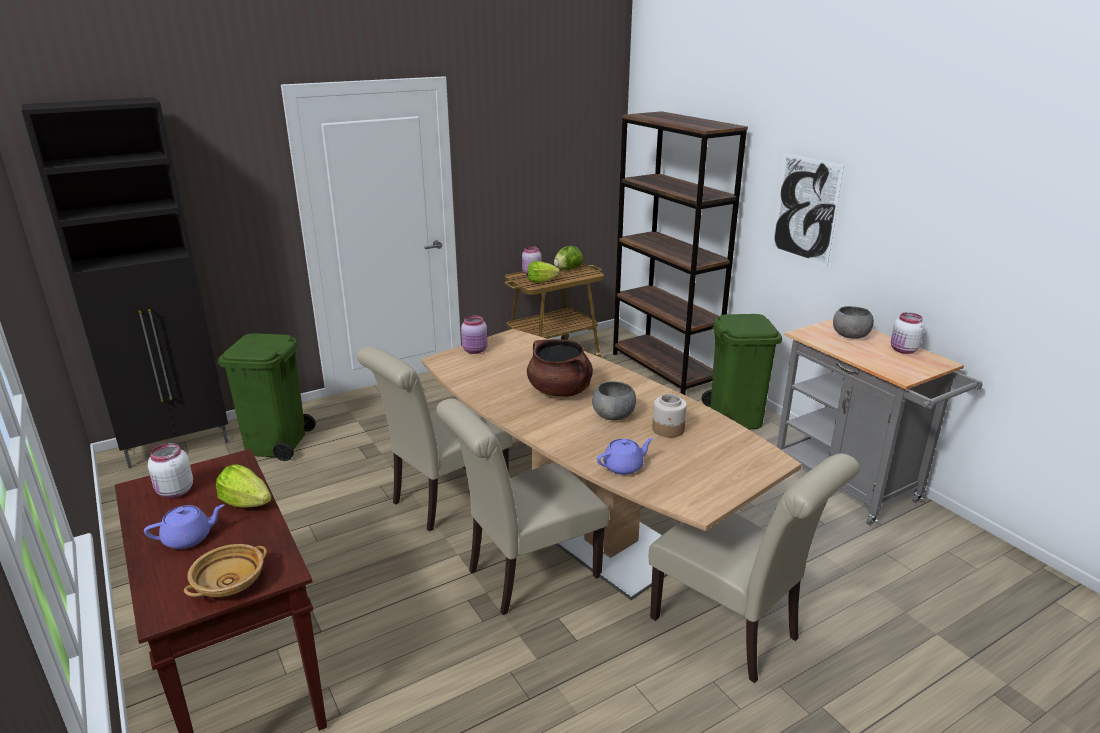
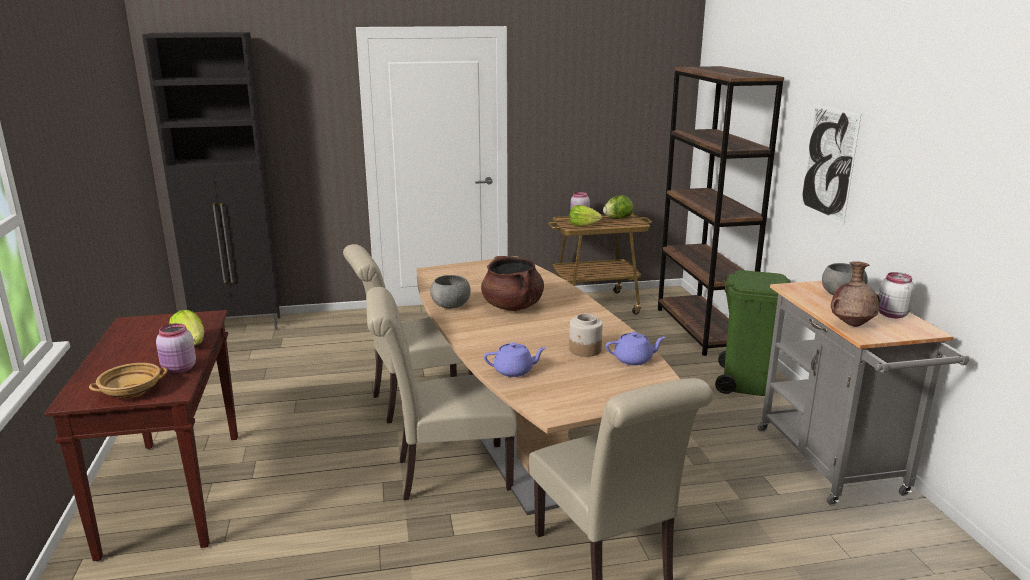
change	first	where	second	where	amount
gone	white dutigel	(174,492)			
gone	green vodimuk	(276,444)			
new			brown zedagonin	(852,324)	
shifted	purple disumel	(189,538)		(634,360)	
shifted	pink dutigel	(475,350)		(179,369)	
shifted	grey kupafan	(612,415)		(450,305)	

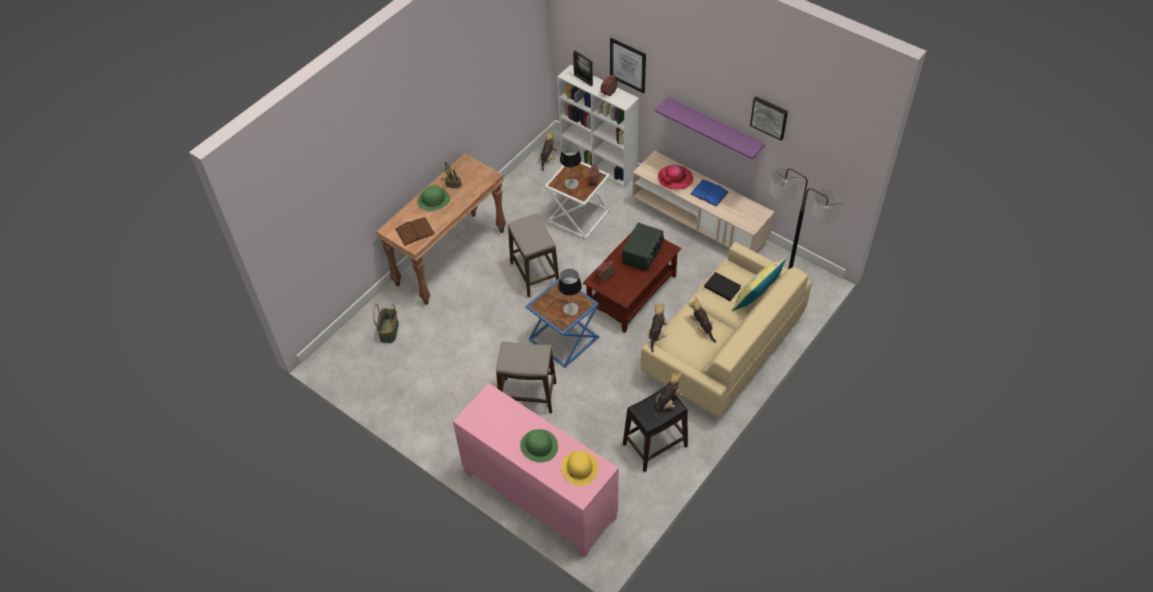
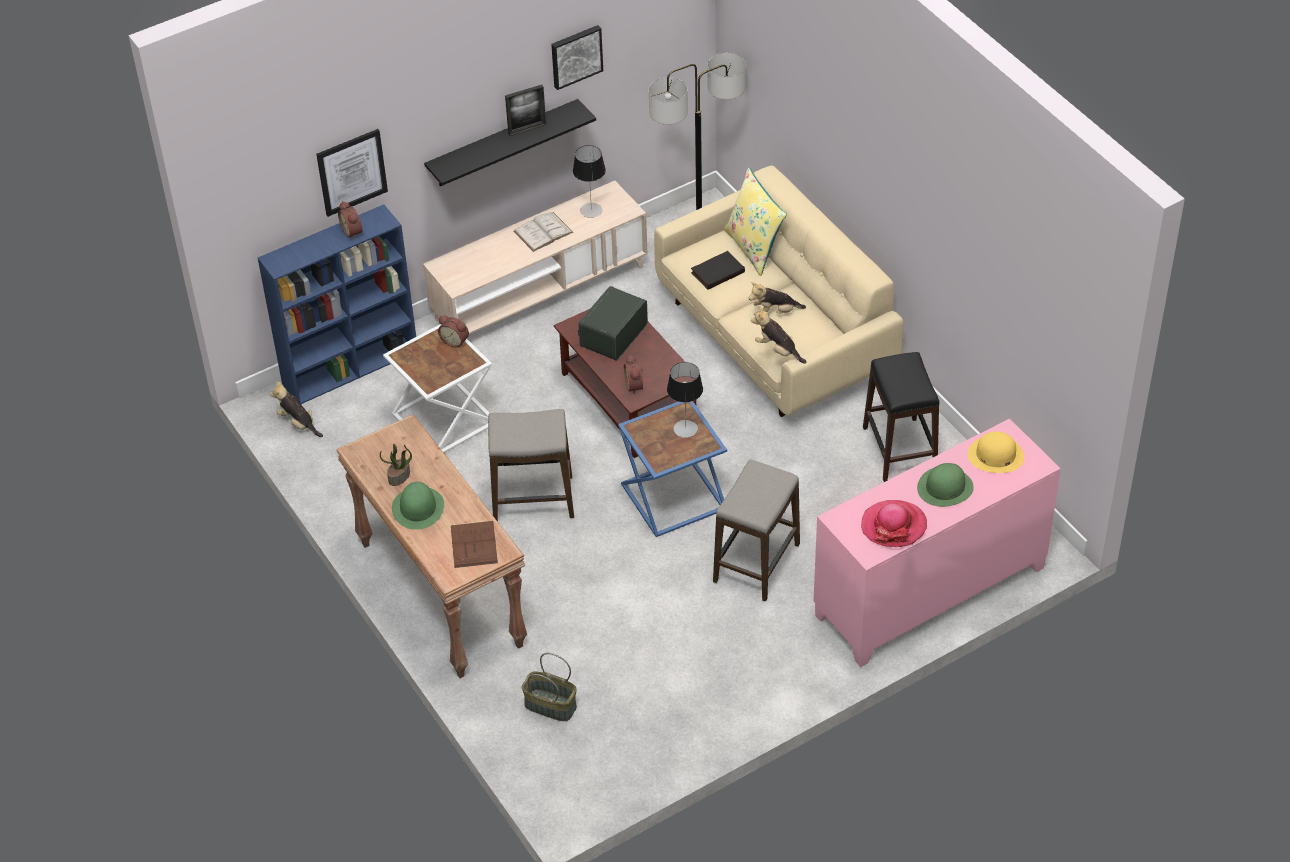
change	first	where	second	where	amount
gone	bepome	(667,402)			
shifted	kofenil	(571,183)		(591,210)	
shifted	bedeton	(583,80)		(527,129)	
shifted	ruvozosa	(675,178)		(893,526)	
repainted	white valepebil	(599,164)	blue valepebil	(351,367)	
repainted	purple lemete	(714,128)	black lemete	(503,144)	
repainted	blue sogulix	(709,193)	white sogulix	(543,232)	
rotated	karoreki	(643,254)		(612,335)	105 degrees counterclockwise

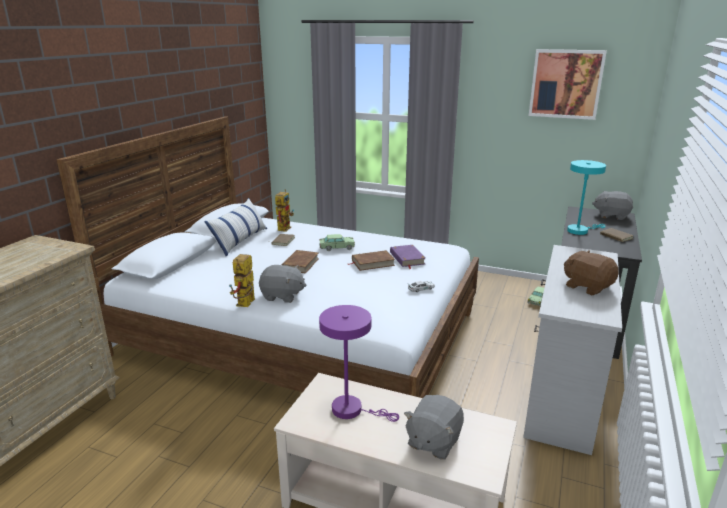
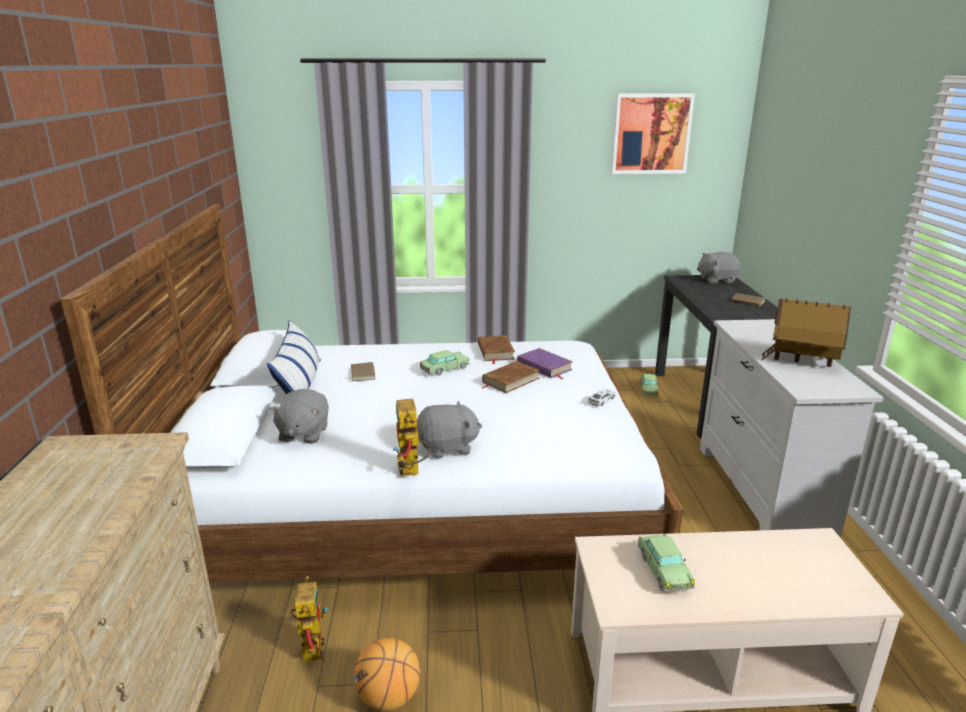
change	first	where	second	where	amount
gone	turquoise kofenil	(580,230)			
new			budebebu	(389,697)	
shifted	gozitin	(284,227)		(311,644)	
shifted	brown sogulix	(300,264)		(495,351)	
shifted	grey bepome	(433,441)		(303,434)	
swapped	purple kofenil	(352,410)	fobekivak	(664,571)	
swapped	brown bepome	(587,287)	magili	(802,360)	

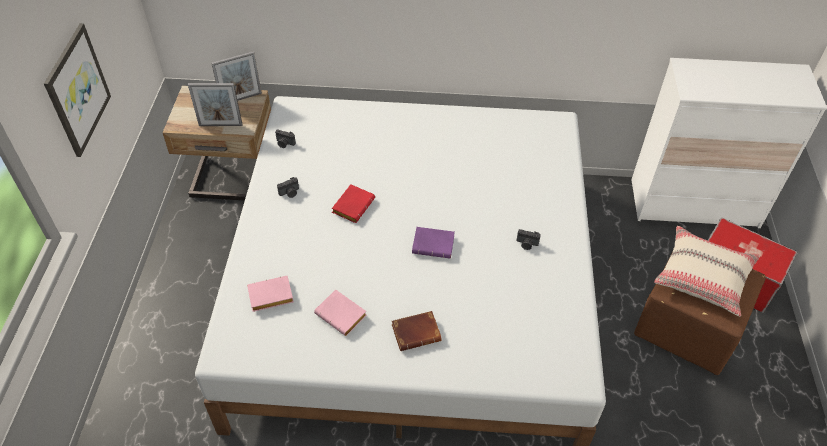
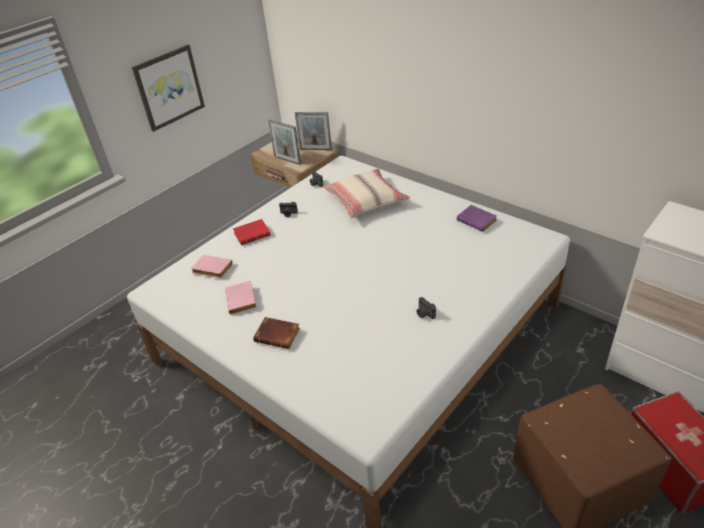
change	first	where	second	where	amount
shifted	red sogulix	(353,205)		(253,234)	
shifted	purple sogulix	(434,244)		(478,221)	
shifted	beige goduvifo	(703,277)		(366,201)	

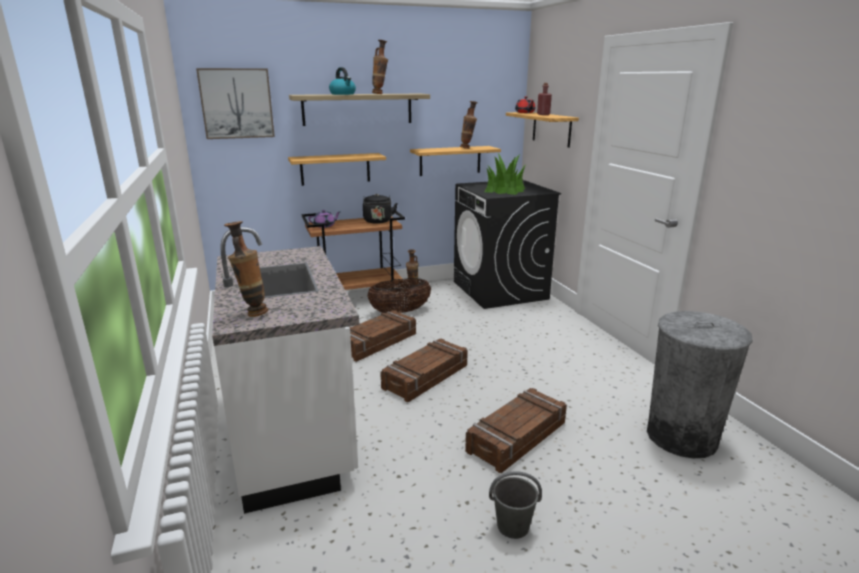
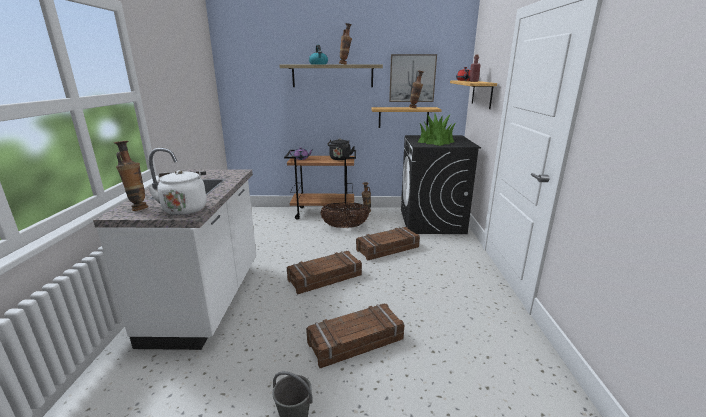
change	first	where	second	where	amount
gone	lemete	(335,169)			
gone	grey vodimuk	(681,436)			
new			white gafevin	(185,208)	
shifted	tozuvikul	(237,103)		(412,78)	
shifted	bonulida	(377,342)		(388,249)	

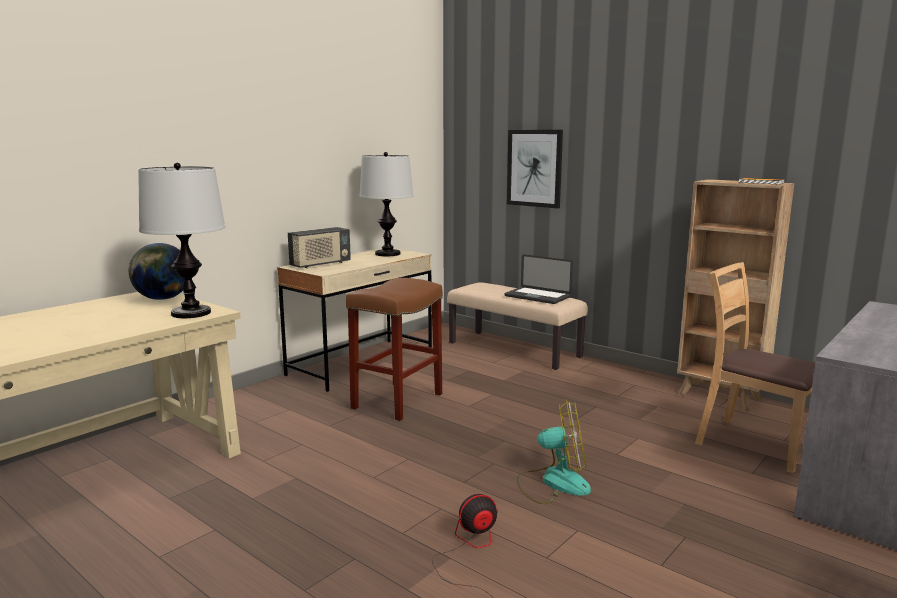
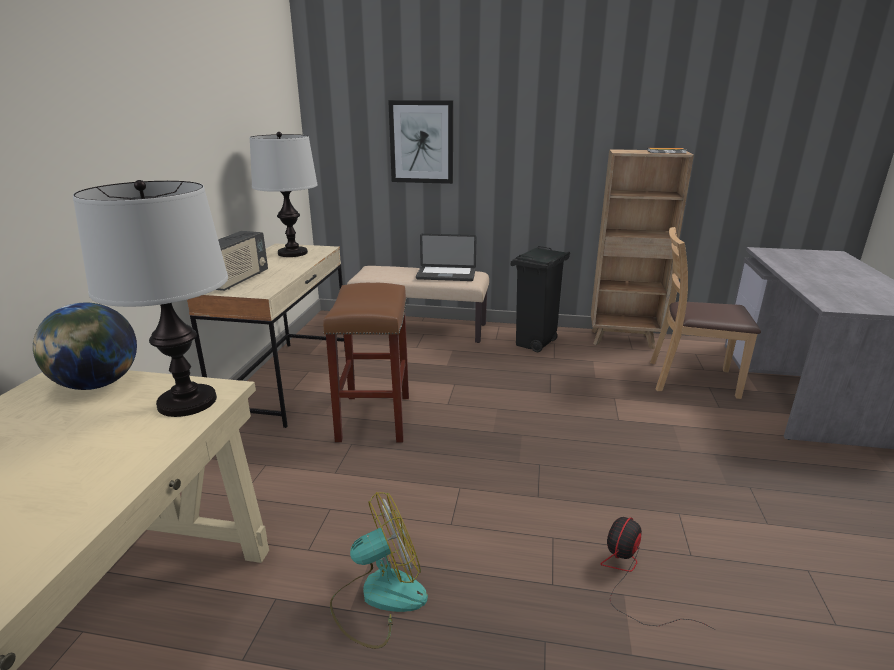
change	first	where	second	where	amount
new			black vodimuk	(534,344)	
shifted	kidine	(553,483)		(378,598)	

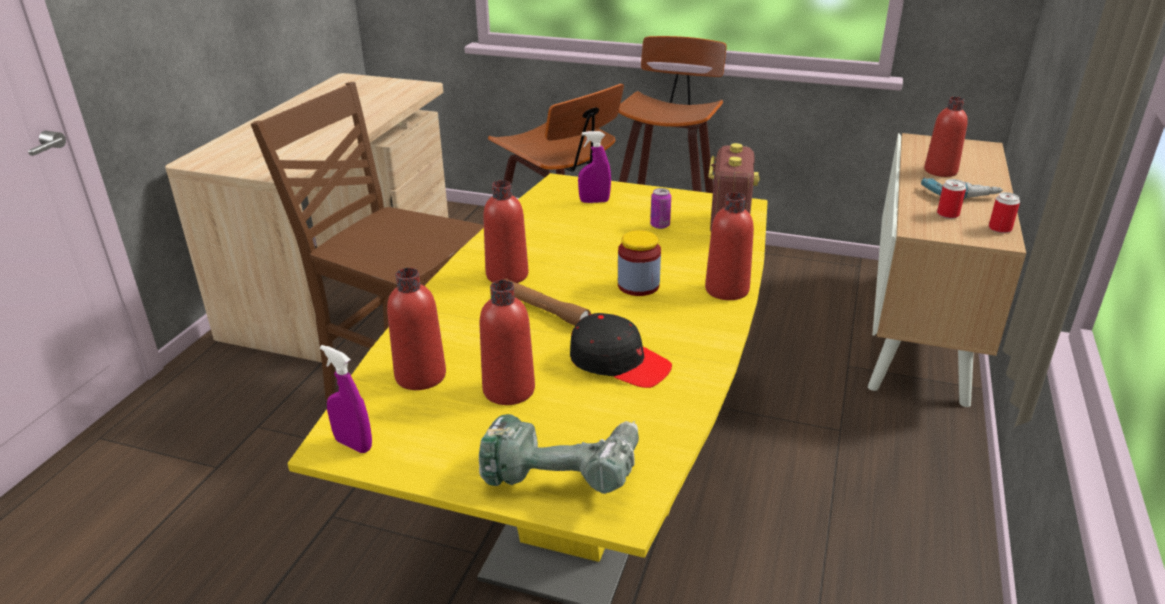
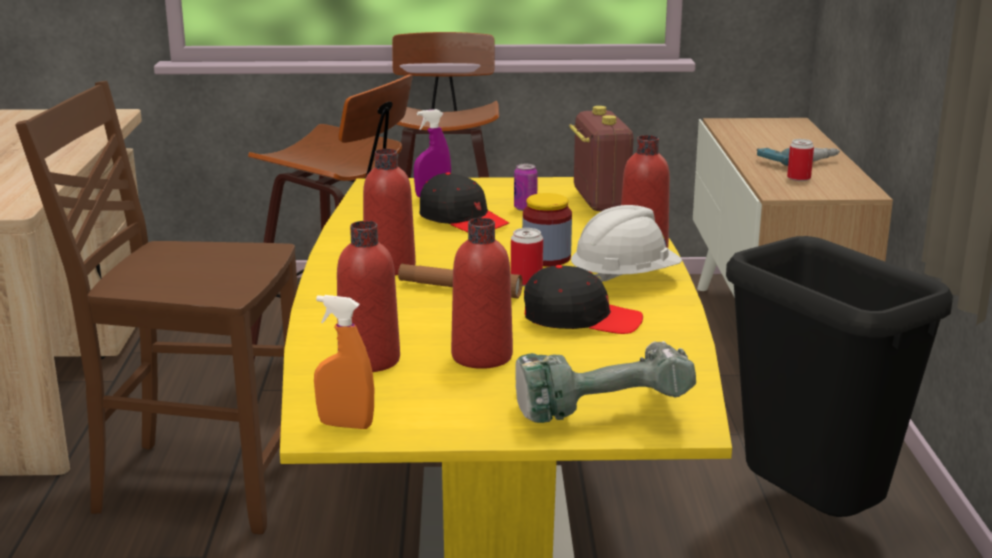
change	first	where	second	where	amount
gone	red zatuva	(940,171)			
new			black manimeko	(463,220)	
new			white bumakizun	(624,280)	
new			black vodimuk	(813,517)	
shifted	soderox	(1000,229)		(526,281)	
repainted	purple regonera	(353,444)	orange regonera	(345,425)	

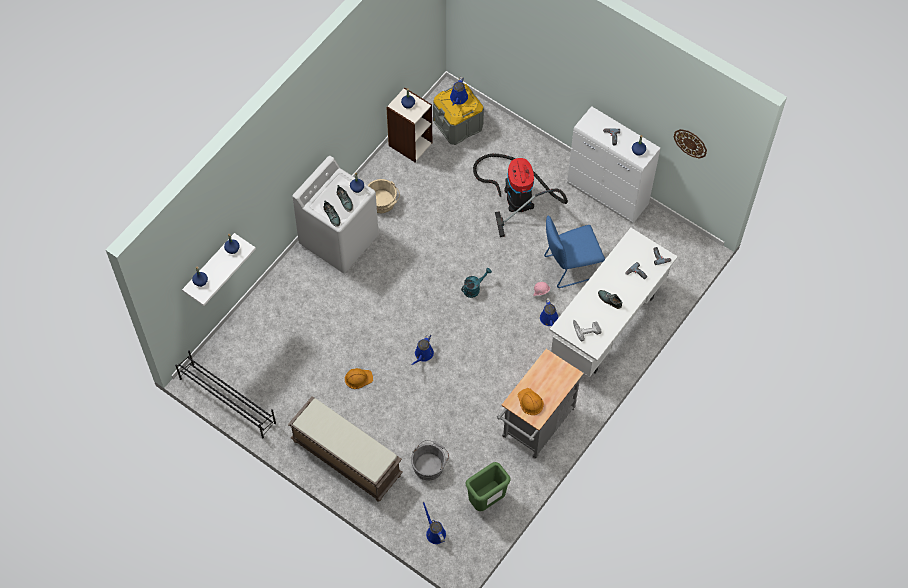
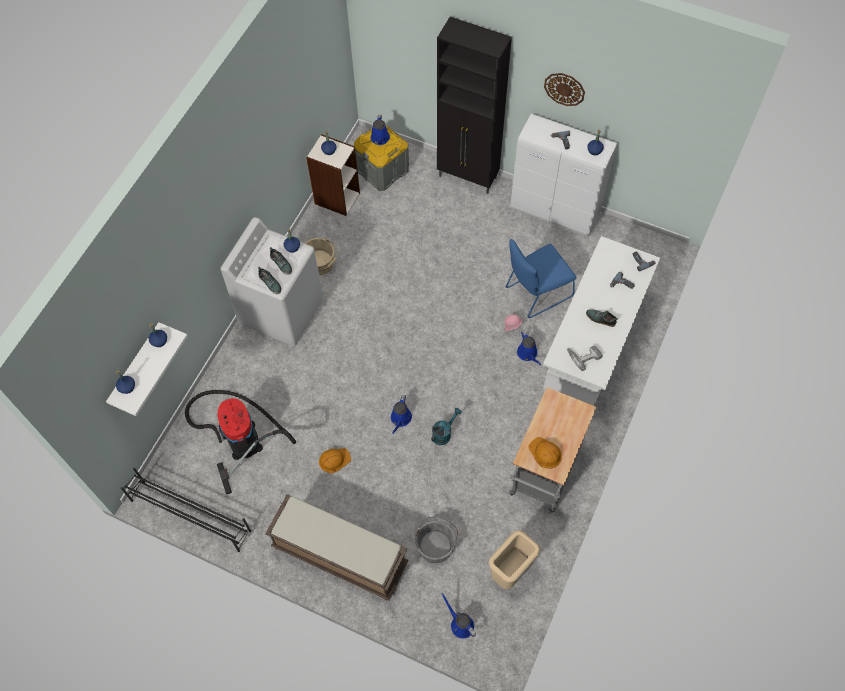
change	first	where	second	where	amount
new			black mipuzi	(468,177)	
shifted	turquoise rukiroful	(474,288)		(444,433)	
shifted	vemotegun	(517,195)		(241,436)	
shifted	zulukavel	(690,143)		(564,89)	
repainted	green vodimuk	(487,500)	beige vodimuk	(510,572)	

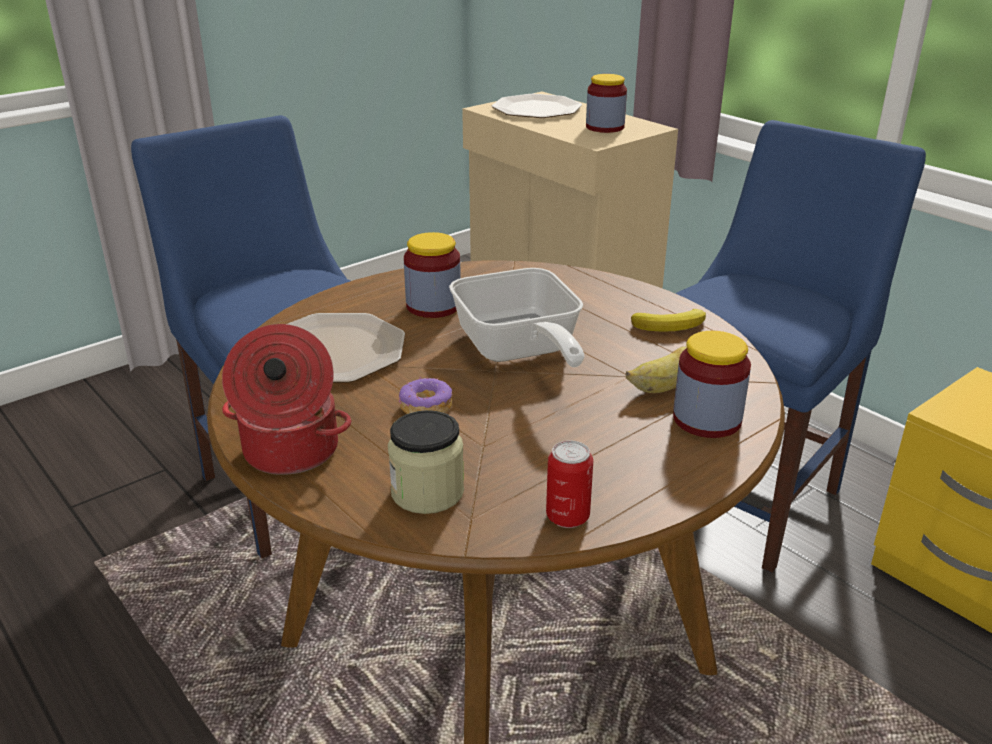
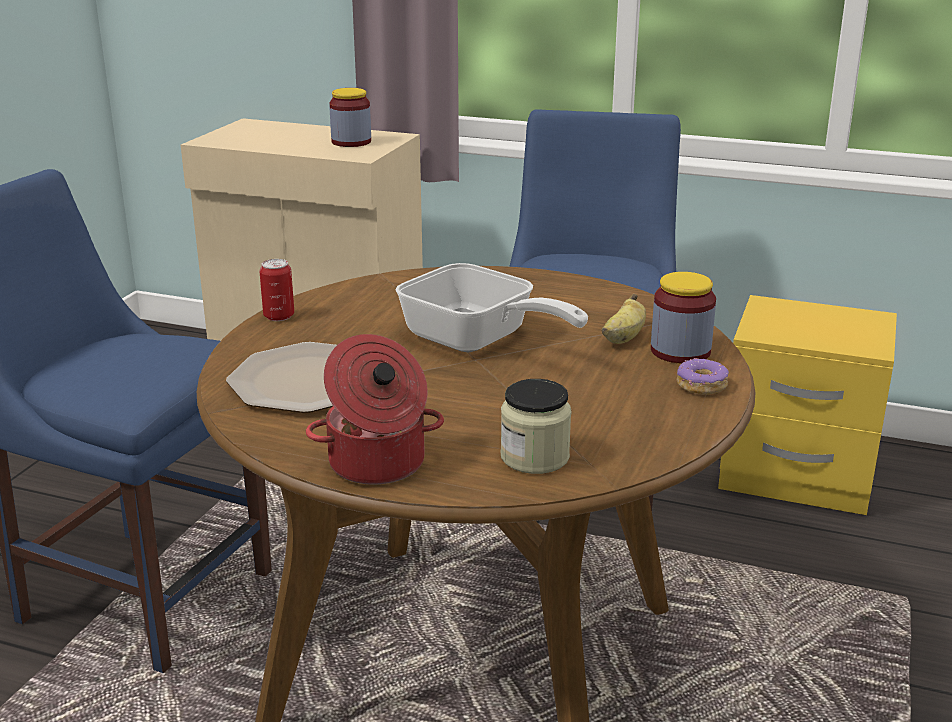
change	first	where	second	where	amount
gone	dutigel	(433,306)			
gone	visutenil	(537,109)			
gone	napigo	(671,325)			
shifted	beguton	(425,407)		(701,385)	
shifted	soderox	(567,517)		(279,316)	

